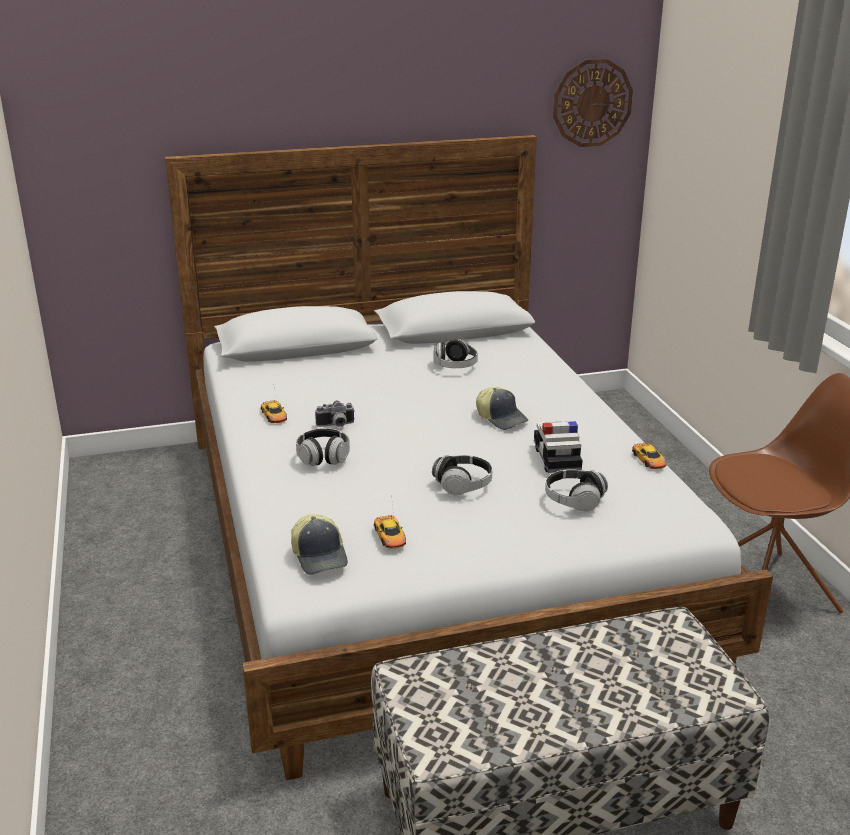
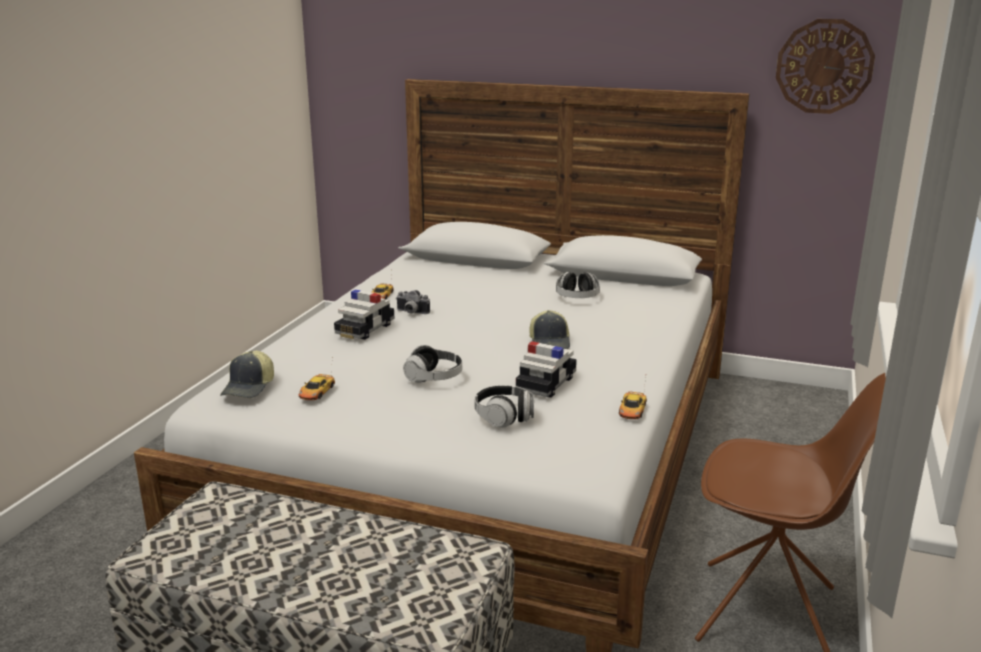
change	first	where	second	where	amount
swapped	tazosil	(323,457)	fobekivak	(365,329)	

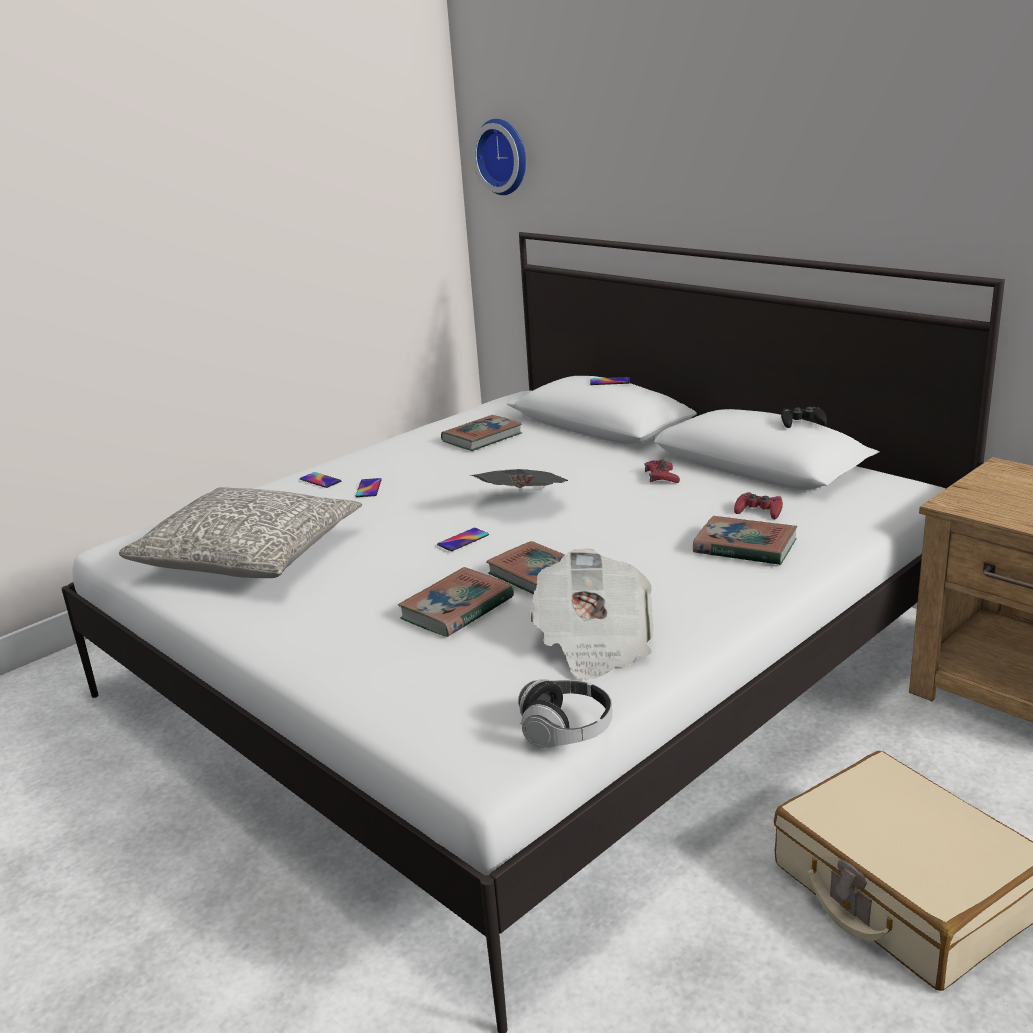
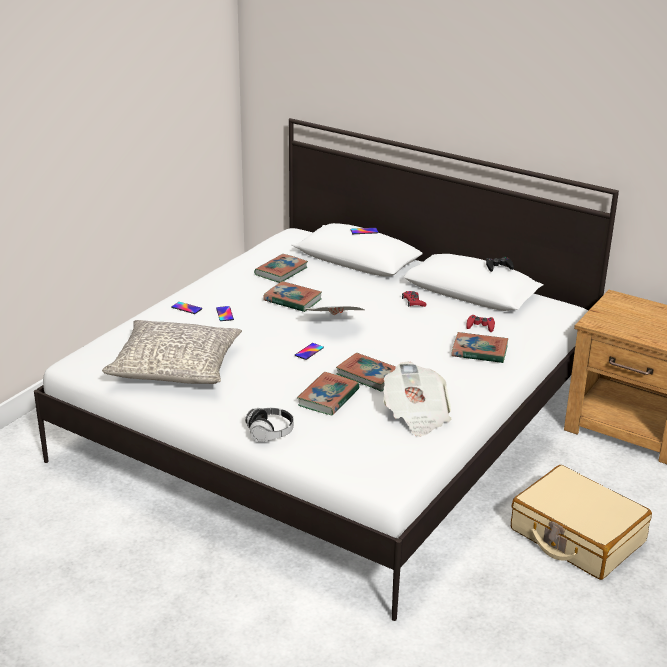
change	first	where	second	where	amount
gone	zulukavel	(504,156)			
new			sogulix	(292,300)	
shifted	tazosil	(566,730)		(270,433)	

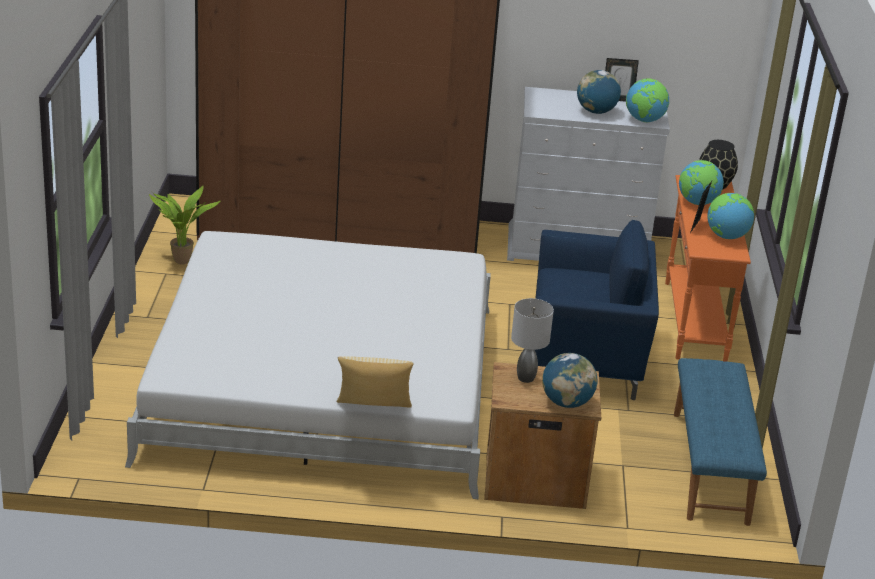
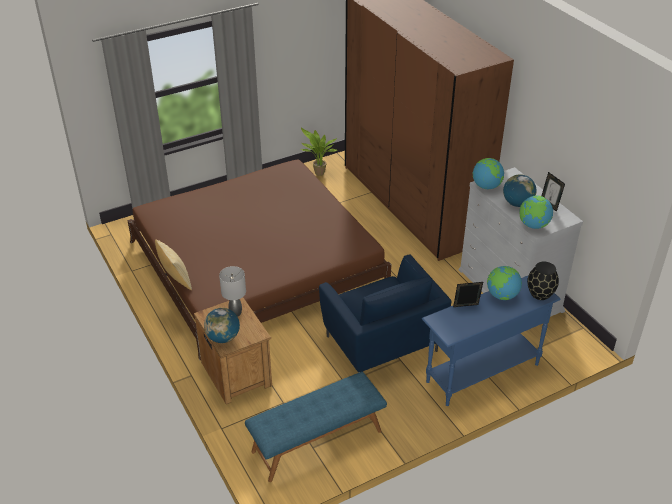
change	first	where	second	where	amount
shifted	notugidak	(726,236)		(486,186)	
repainted	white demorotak	(324,382)	brown demorotak	(257,264)	
repainted	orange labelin	(694,322)	blue labelin	(482,373)	

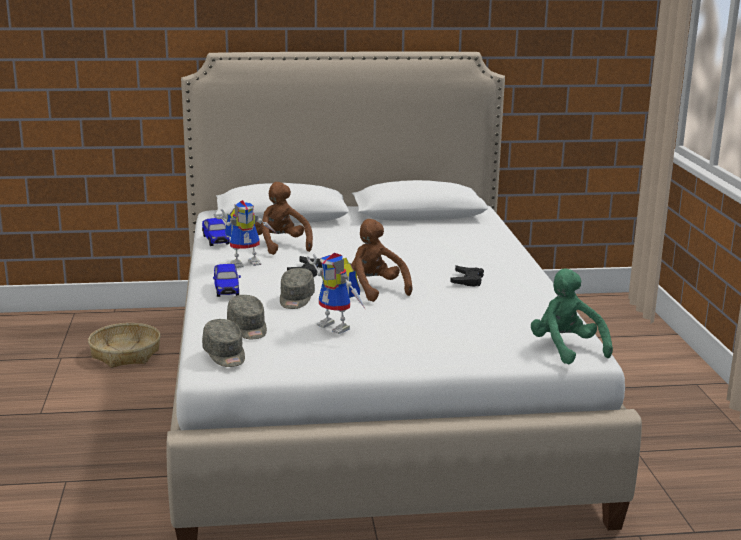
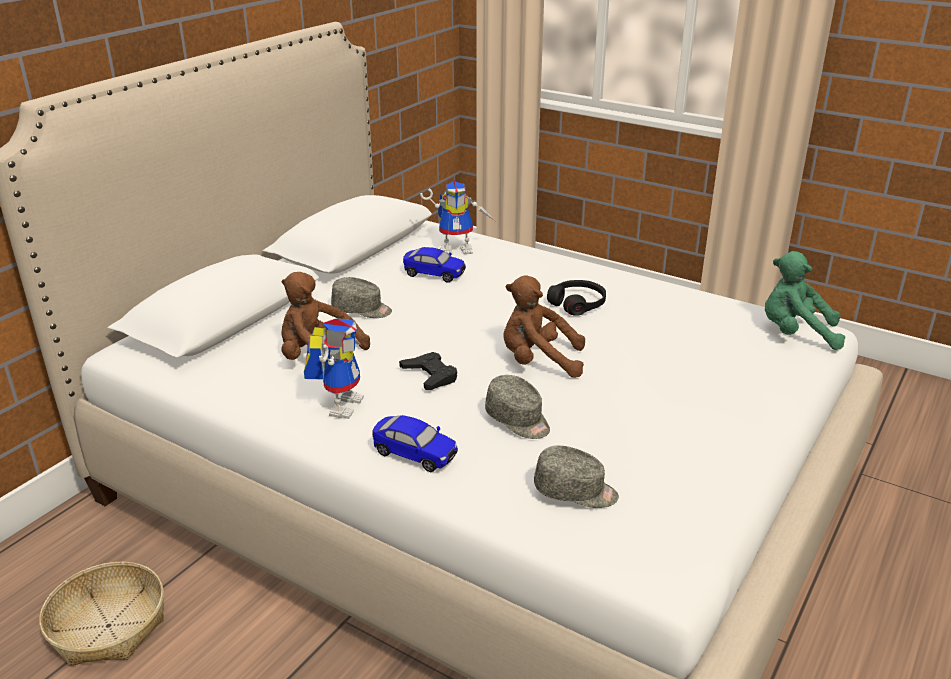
change	first	where	second	where	amount
shifted	fobekivak	(216,240)		(434,274)	
shifted	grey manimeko	(225,355)		(362,310)	
shifted	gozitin	(339,326)		(458,249)	
swapped	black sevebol	(467,280)	black tazosil	(577,304)	

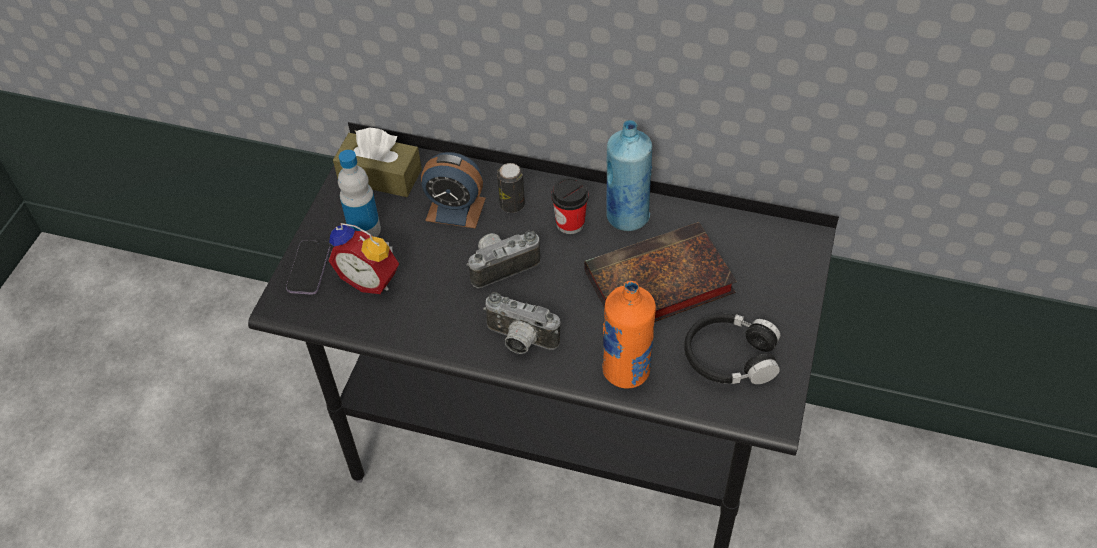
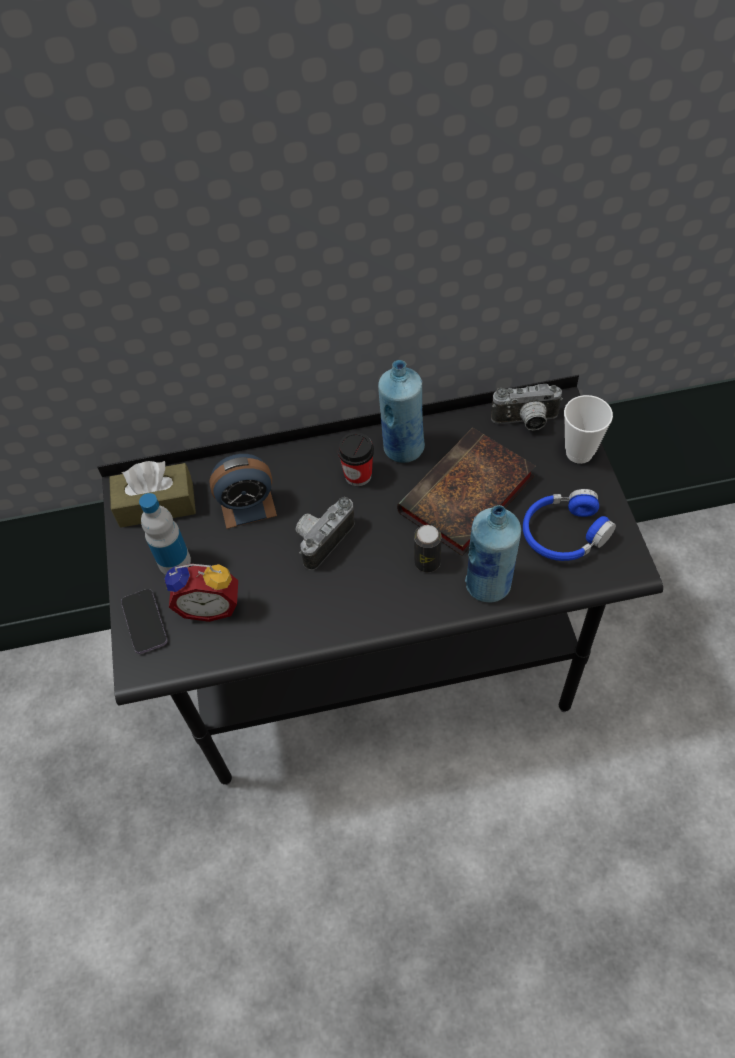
change	first	where	second	where	amount
new			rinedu	(579,453)	
shifted	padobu	(519,341)		(526,422)	
shifted	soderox	(512,204)		(427,562)	
repainted	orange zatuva	(626,371)	blue zatuva	(488,585)	
repainted	black tazosil	(730,357)	blue tazosil	(564,533)	

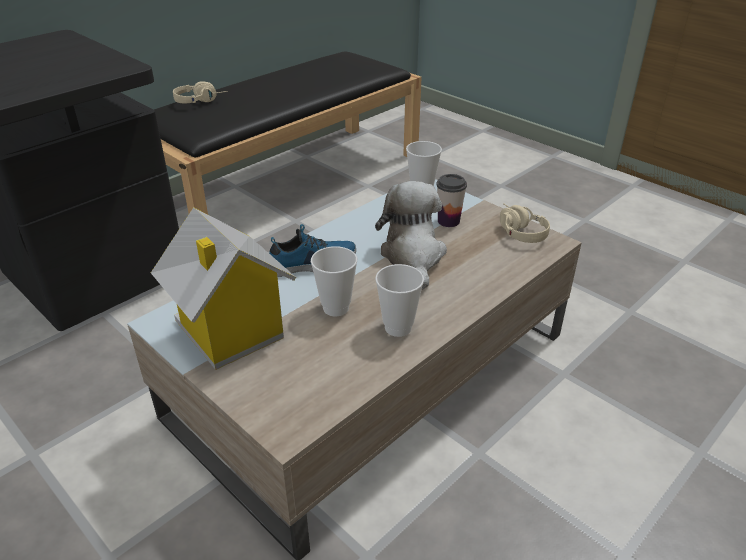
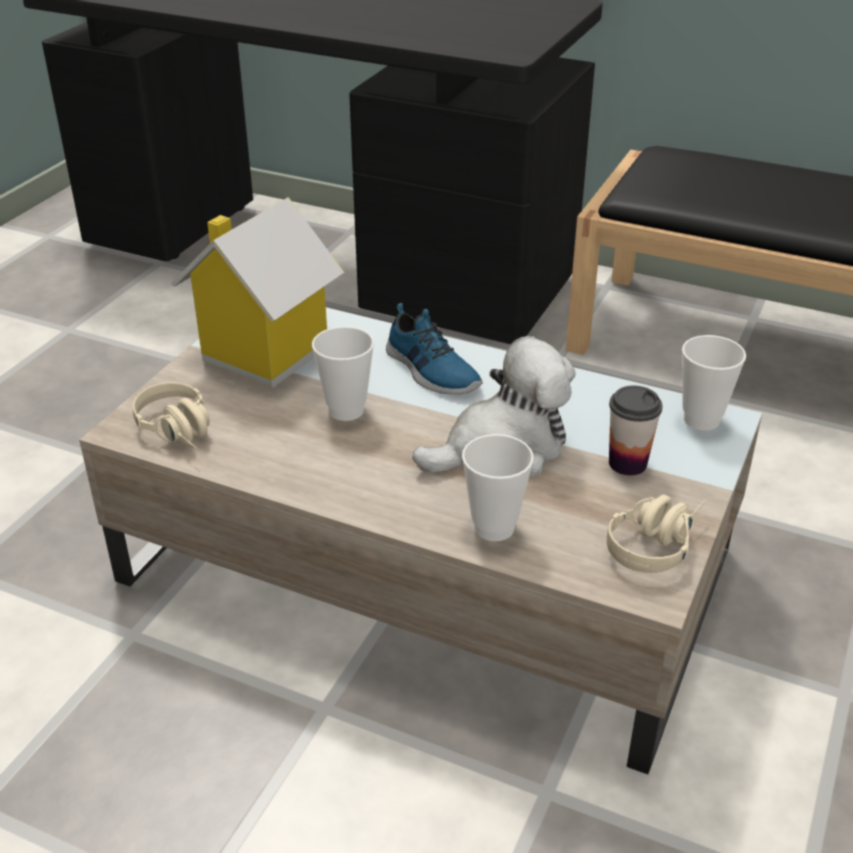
change	first	where	second	where	amount
shifted	beige tazosil	(201,101)		(182,432)	
shifted	rinedu	(398,327)		(494,527)	

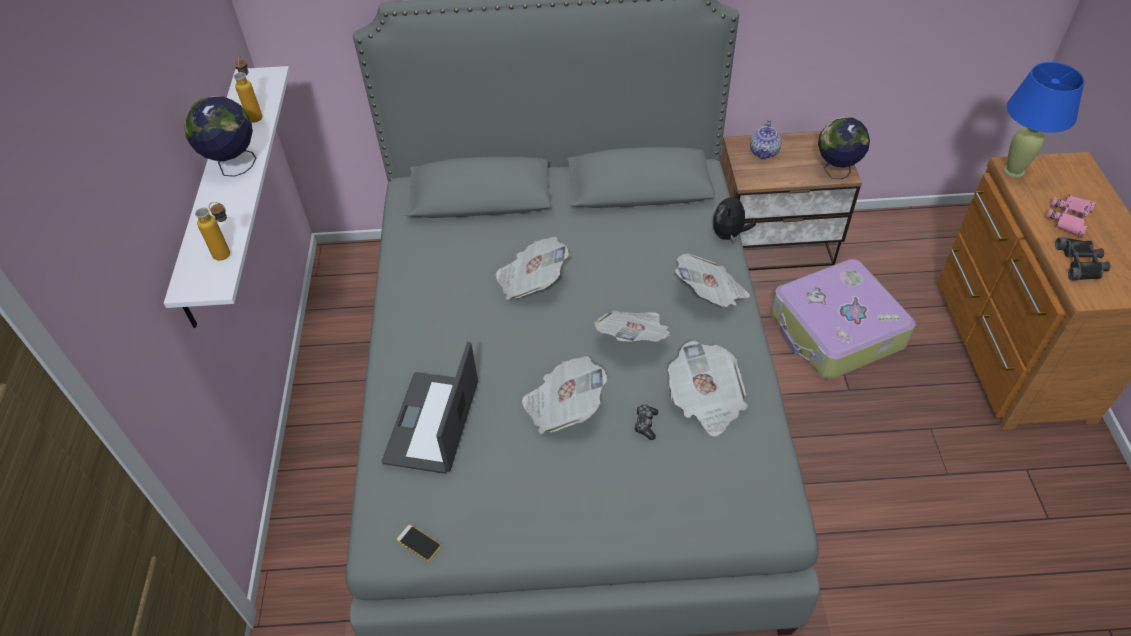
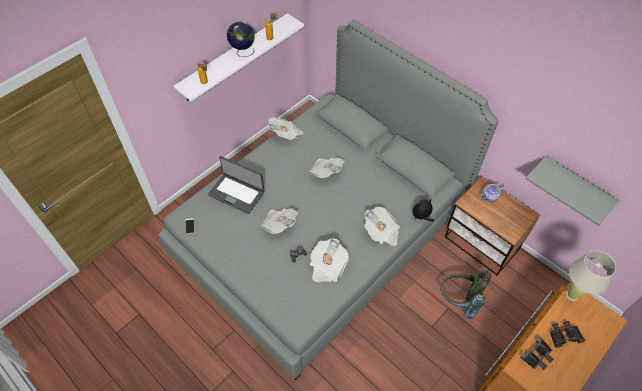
change	first	where	second	where	amount
gone	notugidak	(836,171)			
new			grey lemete	(576,186)	
shifted	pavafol	(634,338)		(286,134)	
swapped	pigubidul	(836,331)	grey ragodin	(459,301)	
repainted	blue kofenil	(1013,171)	beige kofenil	(572,295)	
repainted	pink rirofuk	(1069,218)	black rirofuk	(564,336)	
rotated	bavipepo	(434,422)		(236,193)	120 degrees counterclockwise

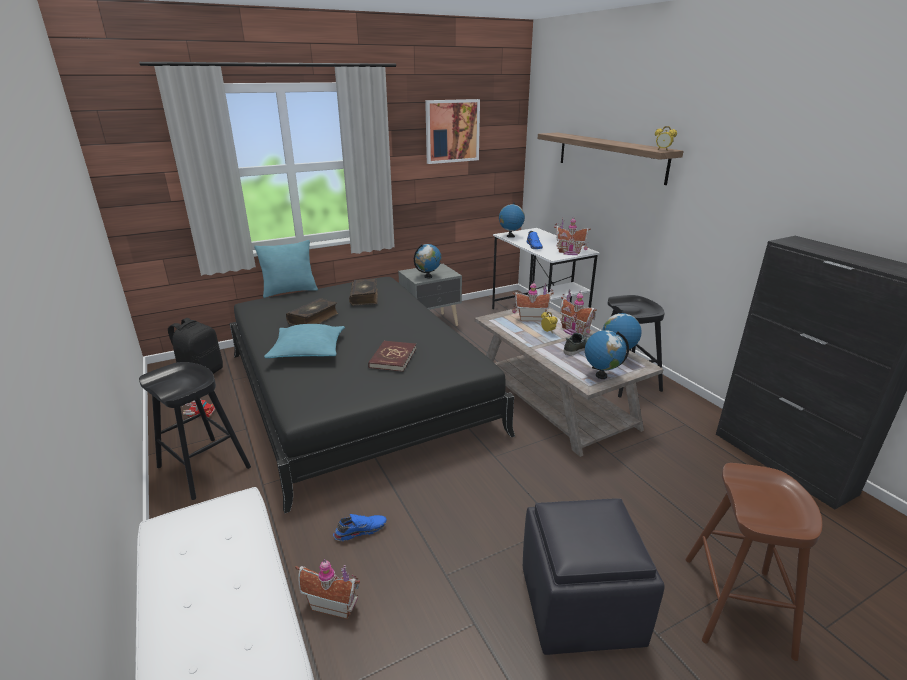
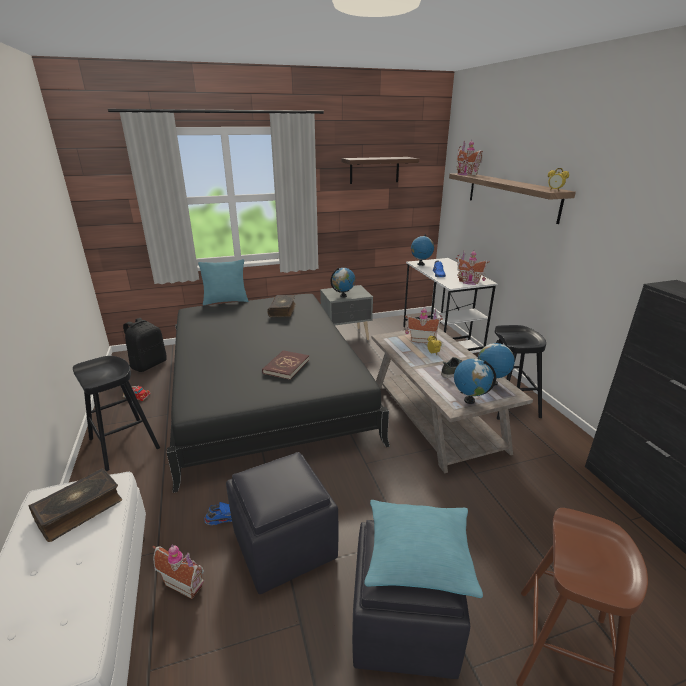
change	first	where	second	where	amount
new			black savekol	(283,545)	
shifted	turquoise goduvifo	(307,350)		(419,554)	
shifted	sogulix	(314,319)		(79,510)	
shifted	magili	(573,331)		(466,174)	
swapped	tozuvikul	(452,131)	lemete	(374,170)	

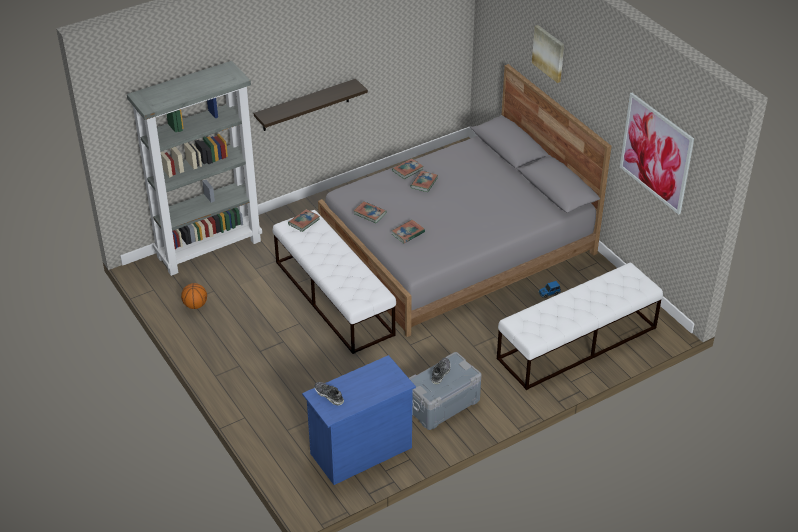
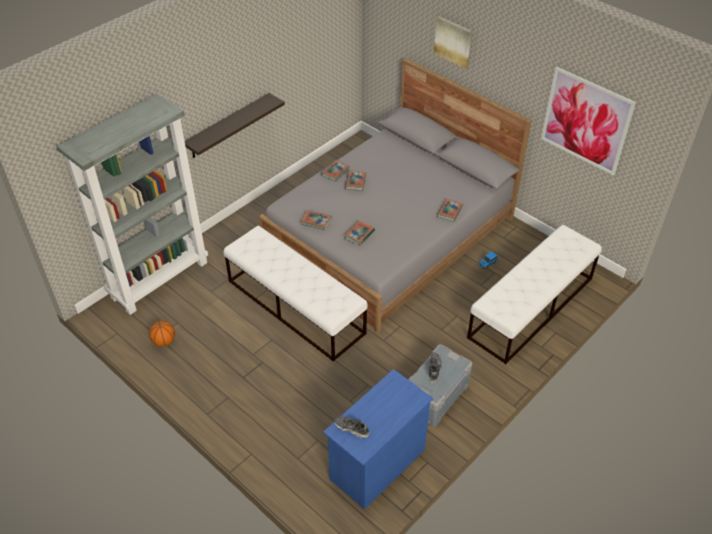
change	first	where	second	where	amount
shifted	sogulix	(304,222)		(449,211)	

